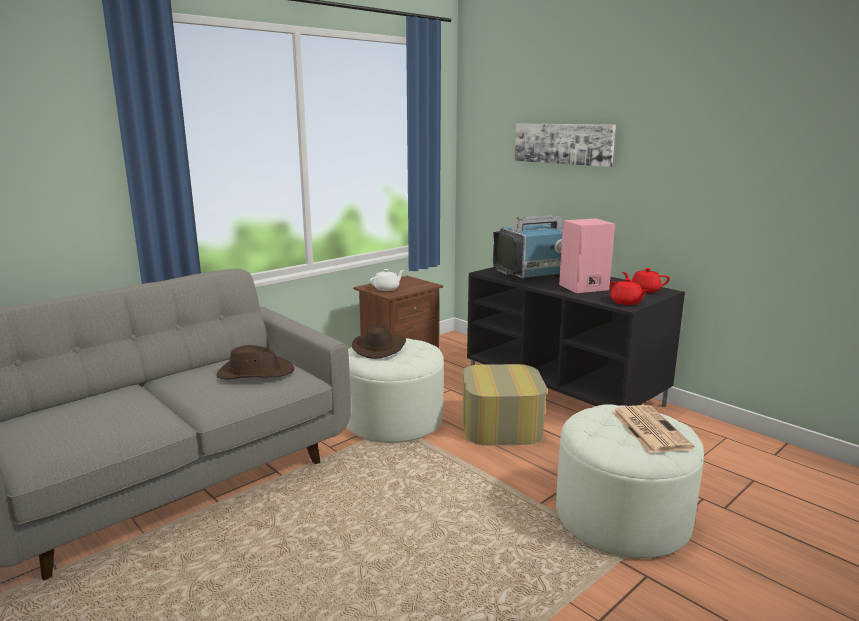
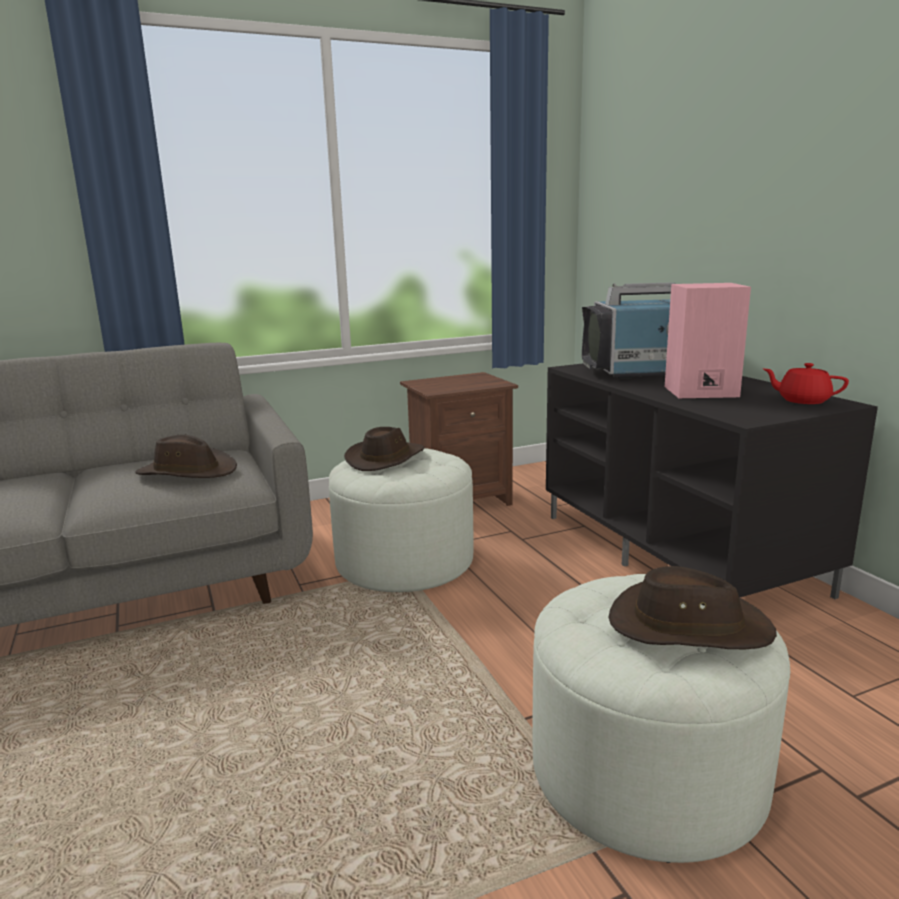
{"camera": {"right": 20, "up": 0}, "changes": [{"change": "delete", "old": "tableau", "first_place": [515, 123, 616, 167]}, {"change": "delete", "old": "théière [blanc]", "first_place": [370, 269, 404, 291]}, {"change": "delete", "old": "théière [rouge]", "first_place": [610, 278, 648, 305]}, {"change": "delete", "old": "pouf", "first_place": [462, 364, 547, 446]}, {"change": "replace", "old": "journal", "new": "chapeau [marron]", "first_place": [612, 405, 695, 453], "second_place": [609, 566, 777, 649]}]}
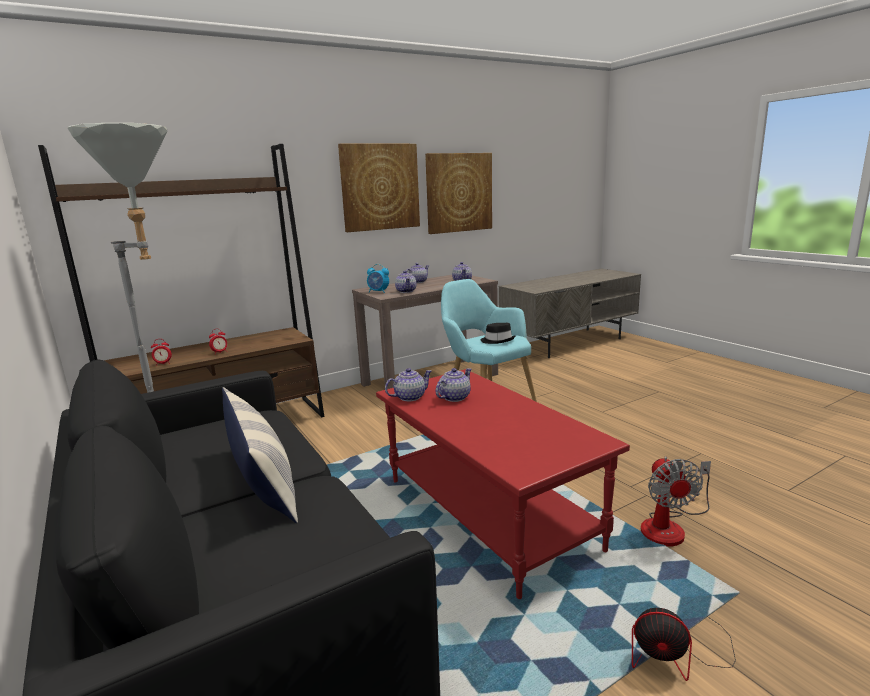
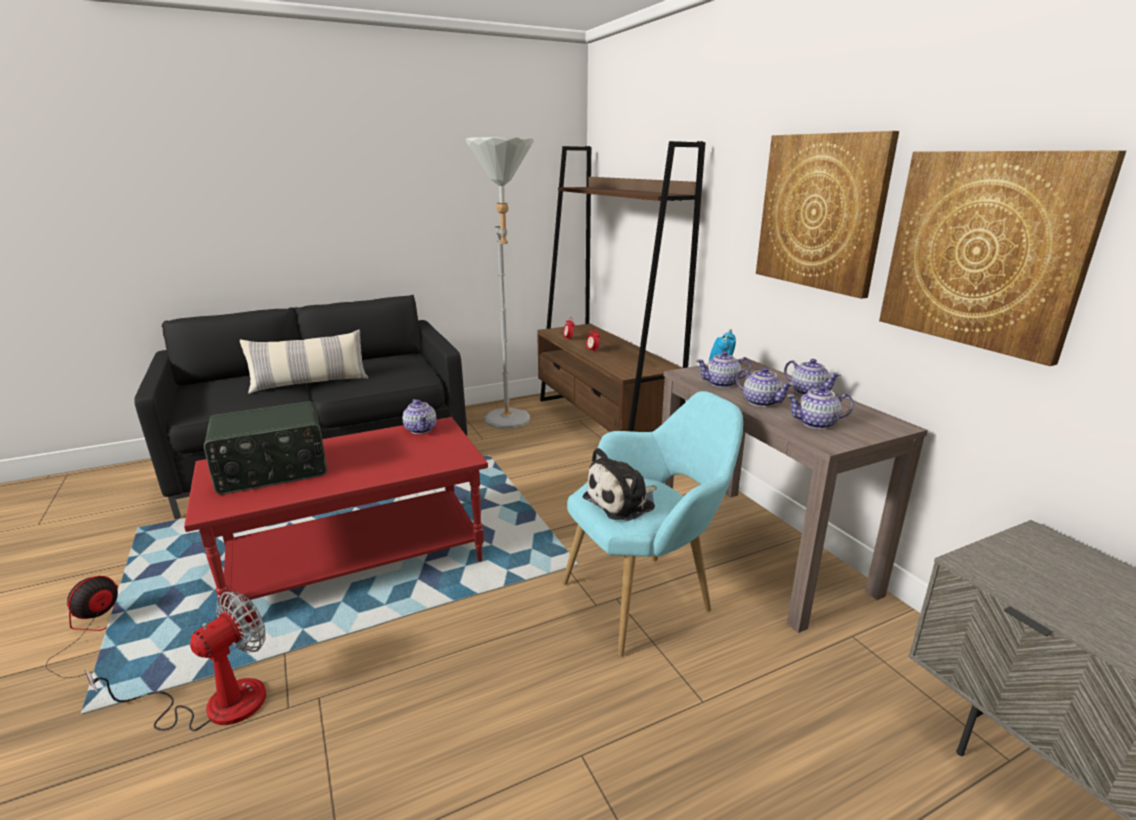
{"camera": {"right": 95, "up": 5}, "changes": [{"change": "replace", "old": "chapeau [noir]", "new": "peluche", "first_place": [481, 323, 515, 344], "second_place": [583, 448, 657, 521]}, {"change": "move", "old": "théière", "first_place": [436, 368, 472, 402], "second_place": [736, 367, 794, 407]}, {"change": "rotate", "old": "ventilateur", "first_place": [641, 456, 711, 547], "second_place": [85, 591, 266, 731], "degrees": 120}, {"change": "insert", "new": "radio", "second_place": [204, 401, 327, 495]}]}
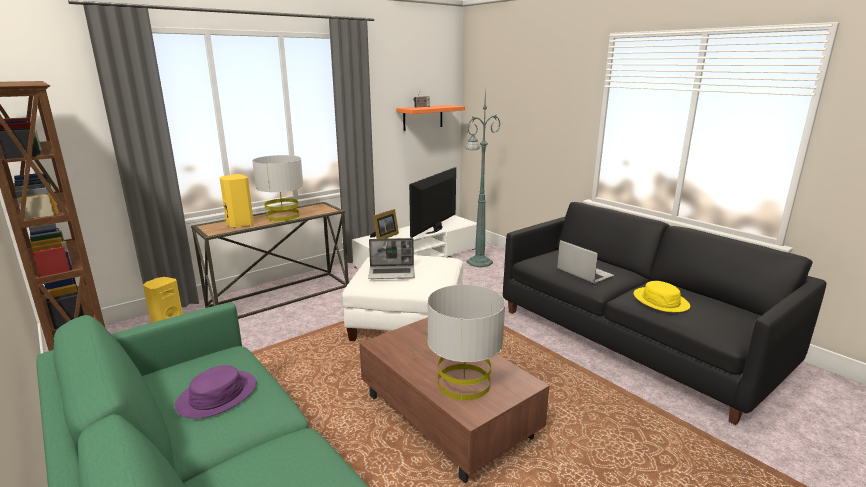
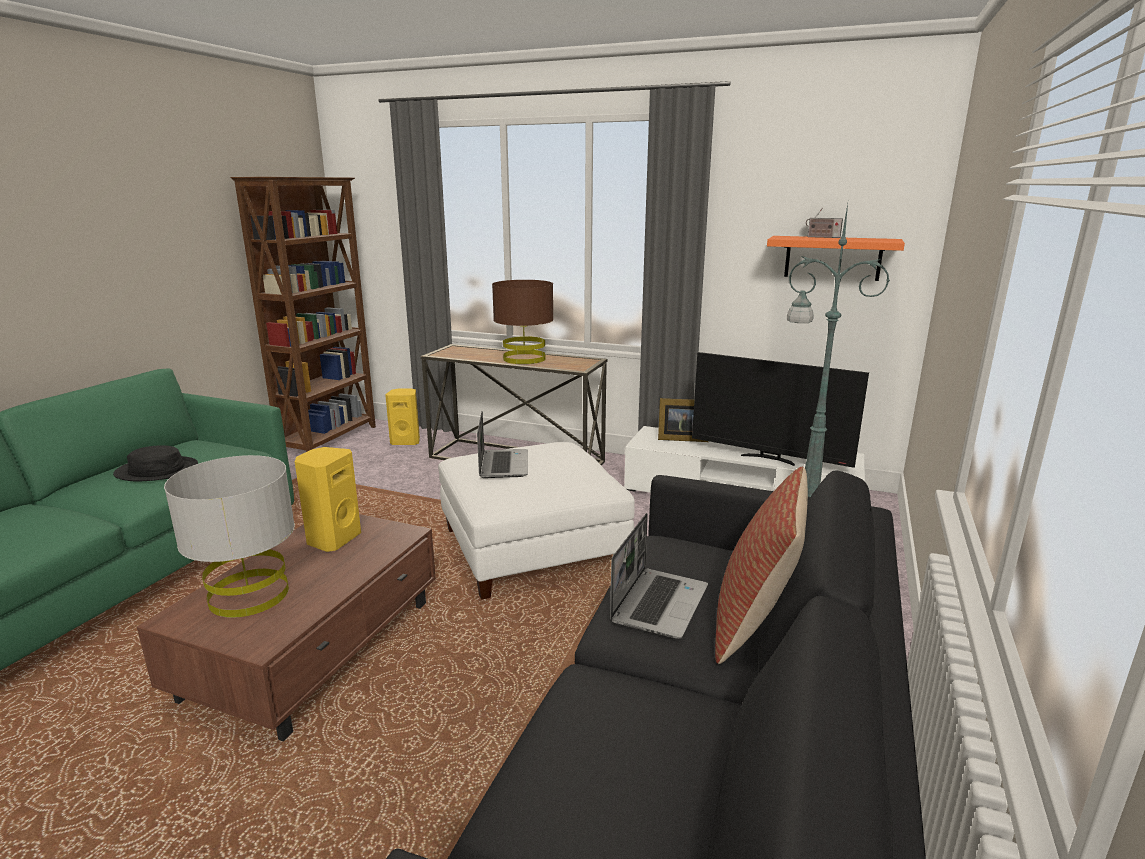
{"camera": {"right": 60, "up": 0}, "changes": [{"change": "recolor", "old": "lampe de table [gris]", "new": "lampe de table [marron]", "first_place": [252, 155, 304, 221], "second_place": [492, 280, 553, 364]}, {"change": "rotate", "old": "téléviseur", "first_place": [409, 167, 456, 238], "second_place": [692, 352, 869, 468], "degrees": -150}, {"change": "move", "old": "enceinte [jaune]", "first_place": [220, 174, 254, 228], "second_place": [295, 447, 361, 552]}, {"change": "rotate", "old": "ordinateur portable", "first_place": [368, 238, 415, 279], "second_place": [477, 411, 528, 478], "degrees": -150}, {"change": "delete", "old": "chapeau [jaune]", "first_place": [634, 281, 690, 312]}, {"change": "recolor", "old": "chapeau [violet]", "new": "chapeau [noir]", "first_place": [175, 365, 256, 419], "second_place": [113, 445, 198, 482]}, {"change": "insert", "new": "coussin", "second_place": [715, 467, 808, 664]}]}
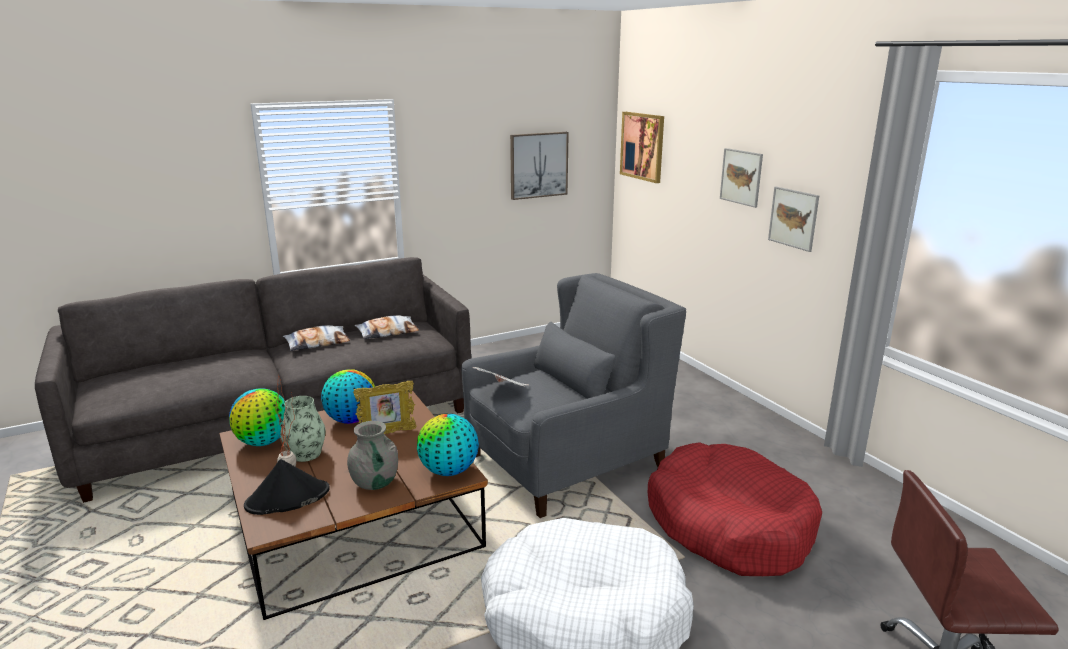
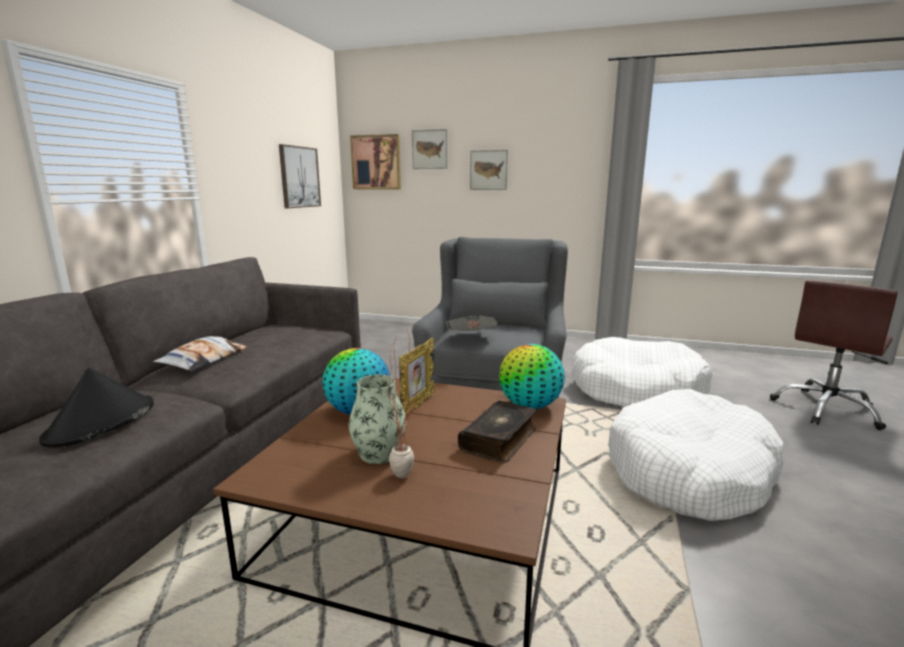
{"camera": {"right": -45, "up": -5}, "changes": [{"change": "move", "old": "tableau", "first_place": [768, 187, 819, 252], "second_place": [412, 129, 448, 169]}, {"change": "delete", "old": "coussin", "first_place": [355, 315, 419, 339]}, {"change": "delete", "old": "globe", "first_place": [229, 388, 286, 446]}, {"change": "replace", "old": "vase [gris]", "new": "livre", "first_place": [347, 421, 398, 490], "second_place": [458, 401, 537, 463]}, {"change": "recolor", "old": "panier pour chien [rouge]", "new": "panier pour chien [blanc]", "first_place": [648, 442, 822, 576], "second_place": [571, 337, 712, 407]}, {"change": "move", "old": "chapeau [noir]", "first_place": [244, 459, 330, 515], "second_place": [39, 368, 154, 448]}]}
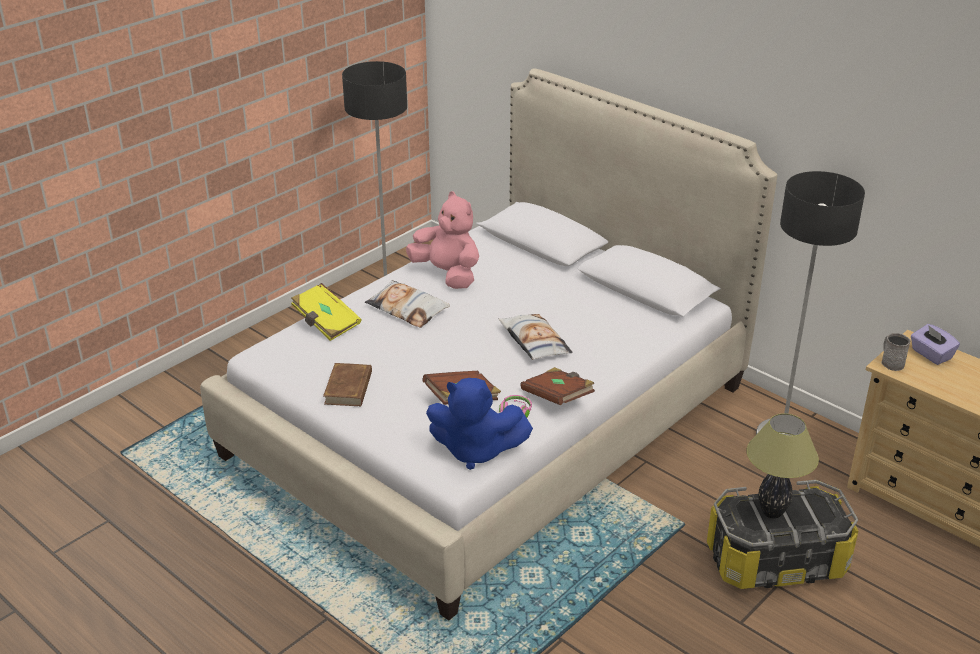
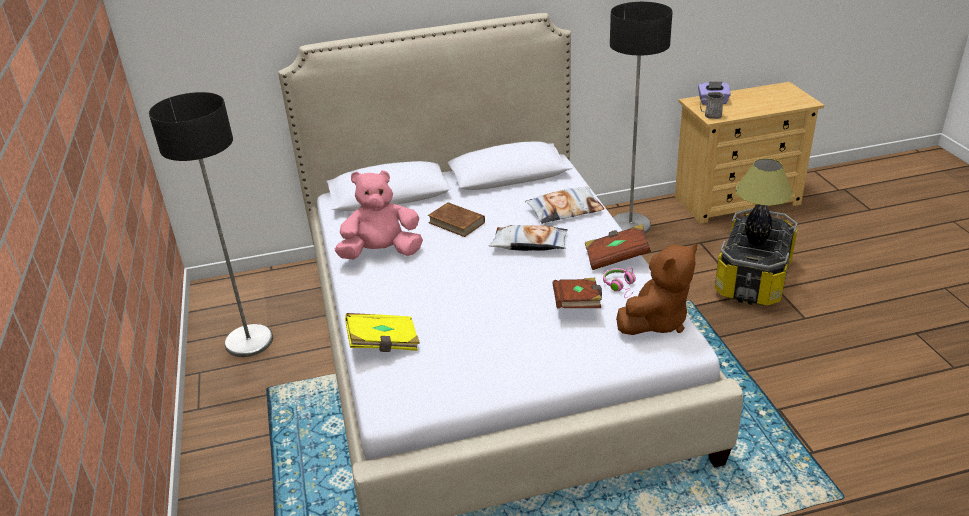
{"camera": {"right": -55, "up": 0}, "changes": [{"change": "move", "old": "coussin", "first_place": [365, 280, 450, 328], "second_place": [525, 187, 605, 224]}, {"change": "move", "old": "livre [marron]", "first_place": [323, 363, 372, 406], "second_place": [428, 202, 485, 237]}, {"change": "recolor", "old": "peluche [bleu]", "new": "peluche [marron]", "first_place": [426, 378, 533, 470], "second_place": [616, 244, 697, 335]}]}
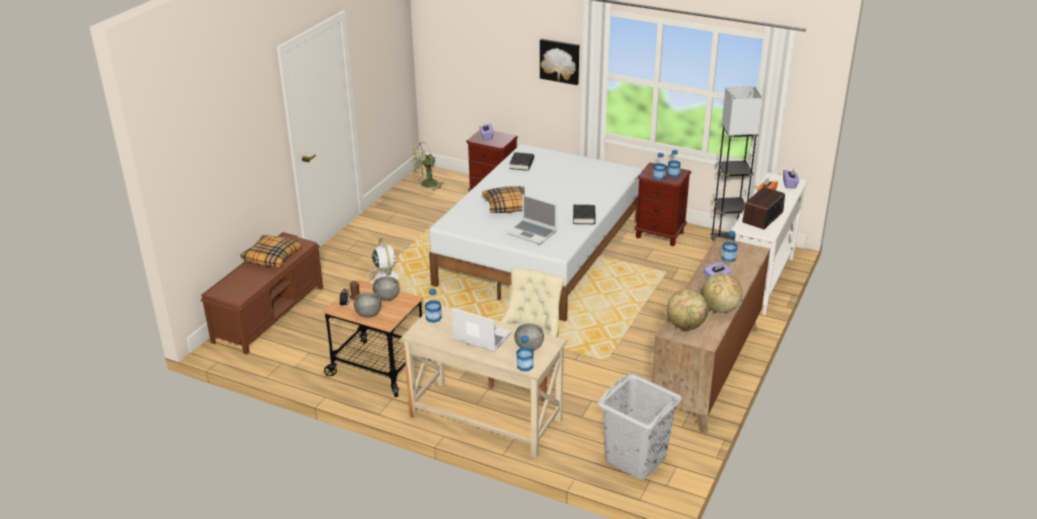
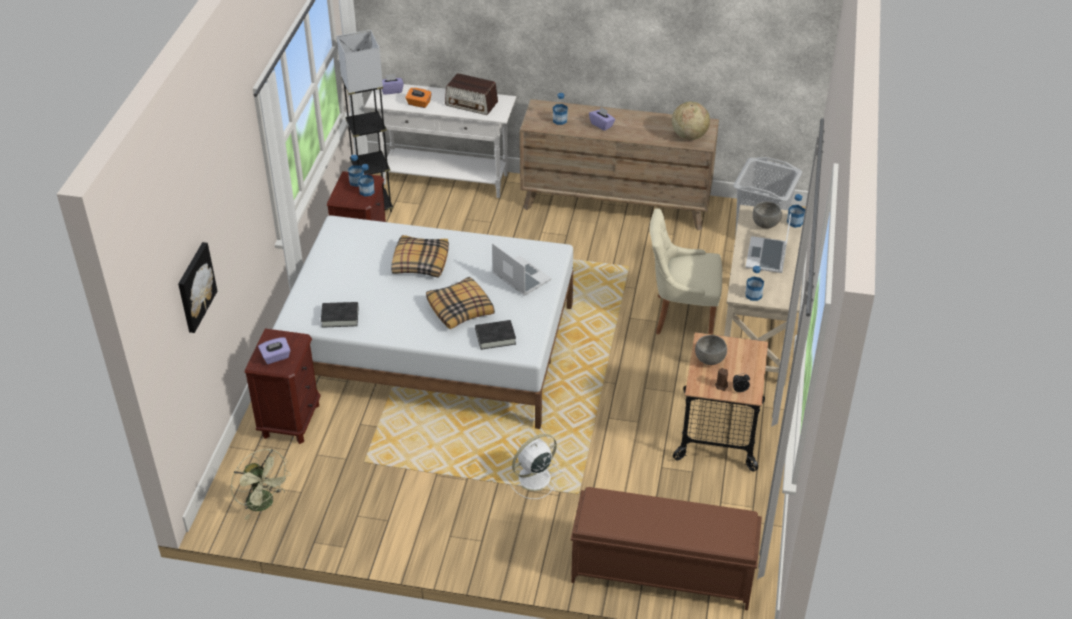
{"camera": {"right": -105, "up": 10}, "changes": [{"change": "move", "old": "tableau", "first_place": [540, 39, 579, 85], "second_place": [178, 242, 217, 333]}, {"change": "rotate", "old": "ordinateur portable", "first_place": [507, 194, 557, 245], "second_place": [492, 243, 552, 296], "degrees": -60}, {"change": "move", "old": "livre [noir]", "first_place": [573, 205, 596, 224], "second_place": [475, 320, 516, 350]}, {"change": "move", "old": "coussin", "first_place": [240, 235, 302, 267], "second_place": [391, 235, 449, 278]}, {"change": "delete", "old": "globe", "first_place": [702, 273, 742, 313]}, {"change": "delete", "old": "bol [gris]", "first_place": [354, 293, 381, 318]}]}
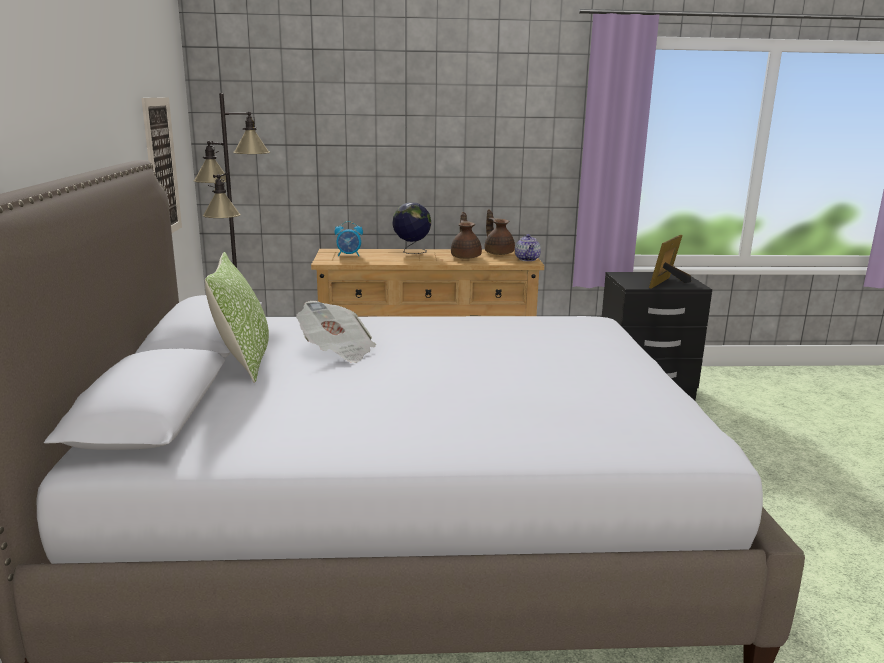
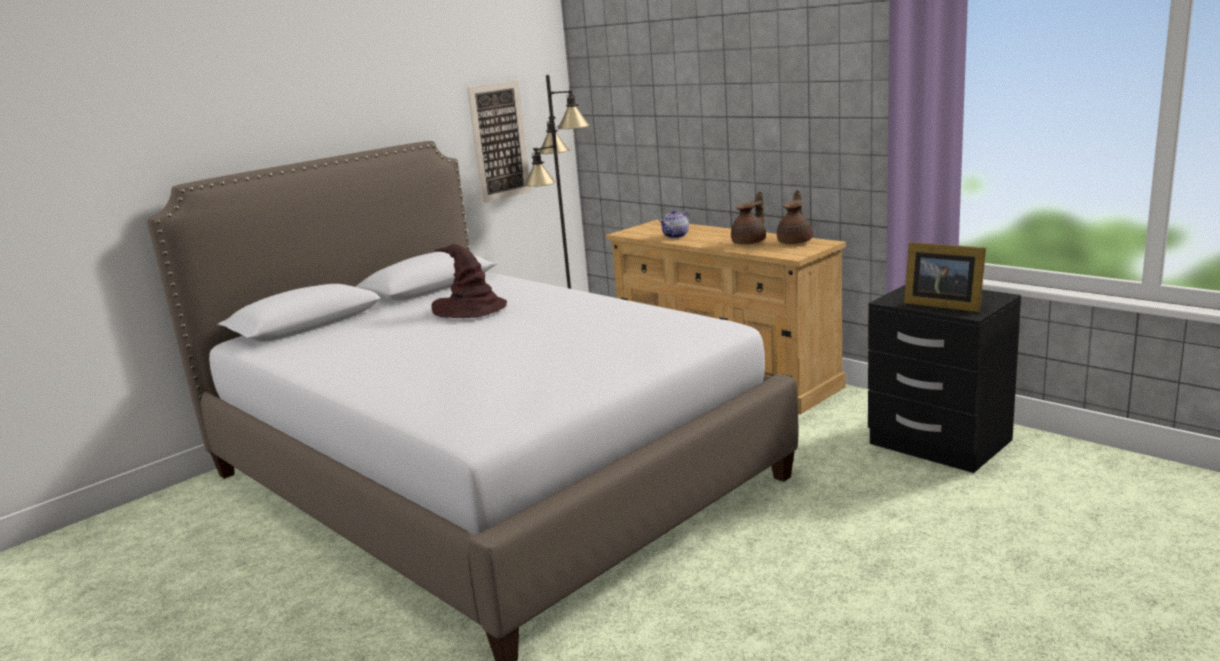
{"camera": {"right": 50, "up": 0}, "changes": [{"change": "delete", "old": "globe", "first_place": [392, 202, 431, 254]}, {"change": "delete", "old": "réveil", "first_place": [334, 221, 363, 257]}, {"change": "move", "old": "théière", "first_place": [515, 234, 541, 261], "second_place": [659, 210, 690, 238]}, {"change": "rotate", "old": "cadre photo", "first_place": [649, 235, 691, 289], "second_place": [904, 242, 986, 312], "degrees": -135}, {"change": "delete", "old": "coussin", "first_place": [205, 252, 269, 383]}, {"change": "replace", "old": "journal", "new": "chapeau [marron]", "first_place": [296, 301, 376, 363], "second_place": [431, 244, 507, 318]}]}
